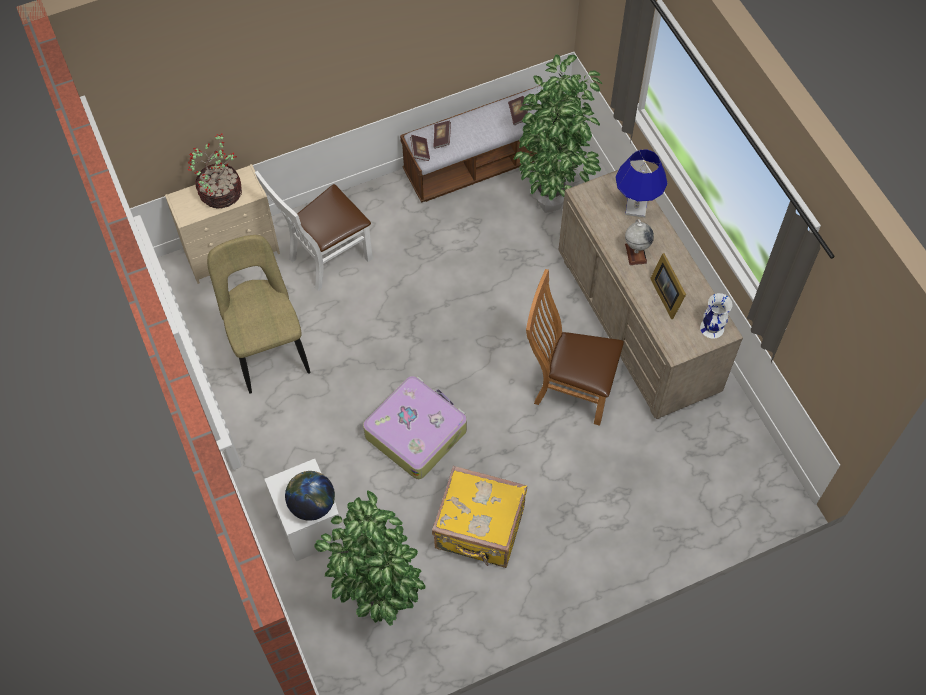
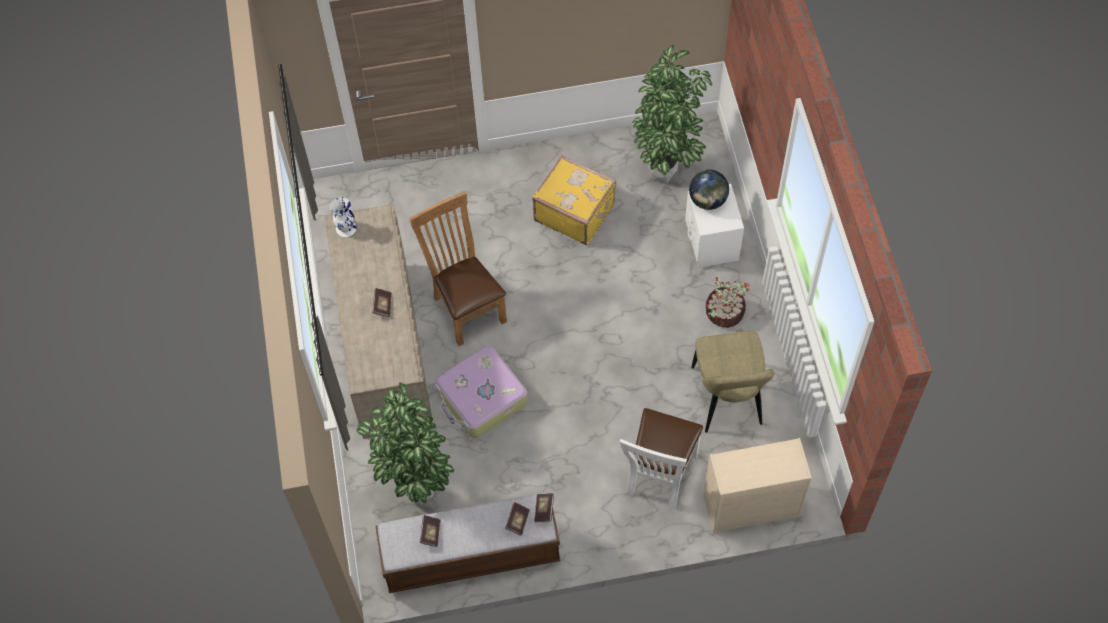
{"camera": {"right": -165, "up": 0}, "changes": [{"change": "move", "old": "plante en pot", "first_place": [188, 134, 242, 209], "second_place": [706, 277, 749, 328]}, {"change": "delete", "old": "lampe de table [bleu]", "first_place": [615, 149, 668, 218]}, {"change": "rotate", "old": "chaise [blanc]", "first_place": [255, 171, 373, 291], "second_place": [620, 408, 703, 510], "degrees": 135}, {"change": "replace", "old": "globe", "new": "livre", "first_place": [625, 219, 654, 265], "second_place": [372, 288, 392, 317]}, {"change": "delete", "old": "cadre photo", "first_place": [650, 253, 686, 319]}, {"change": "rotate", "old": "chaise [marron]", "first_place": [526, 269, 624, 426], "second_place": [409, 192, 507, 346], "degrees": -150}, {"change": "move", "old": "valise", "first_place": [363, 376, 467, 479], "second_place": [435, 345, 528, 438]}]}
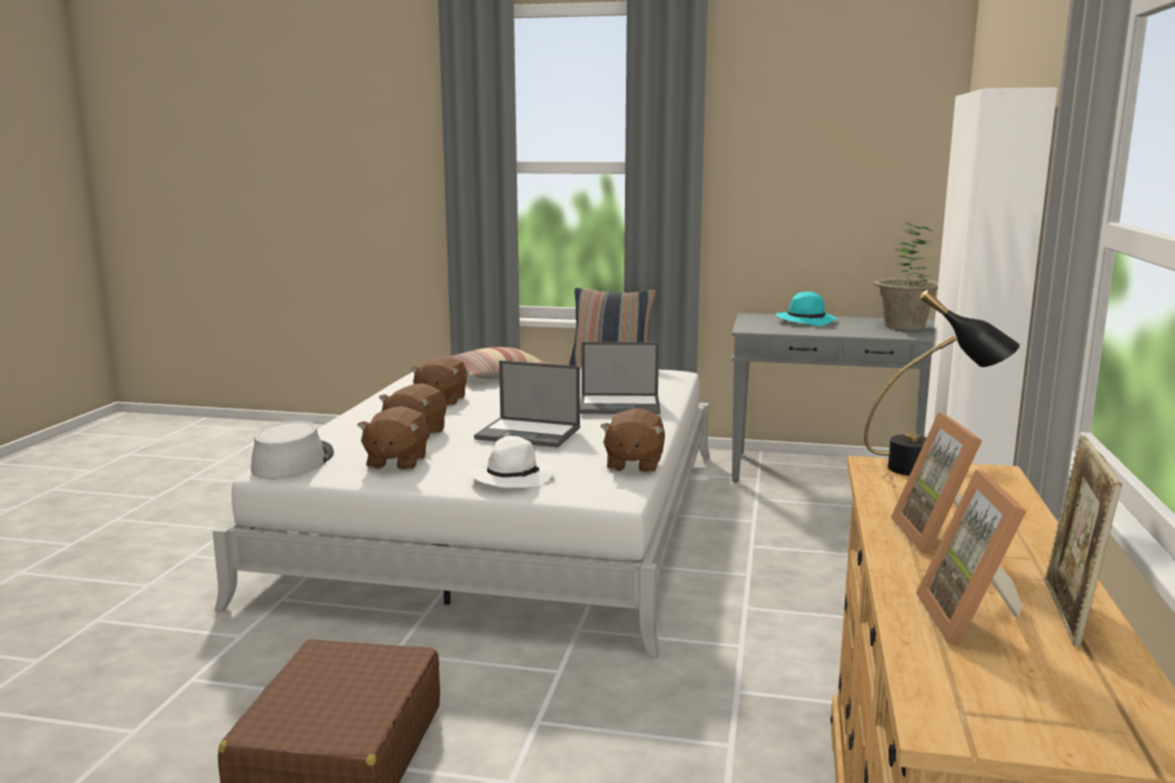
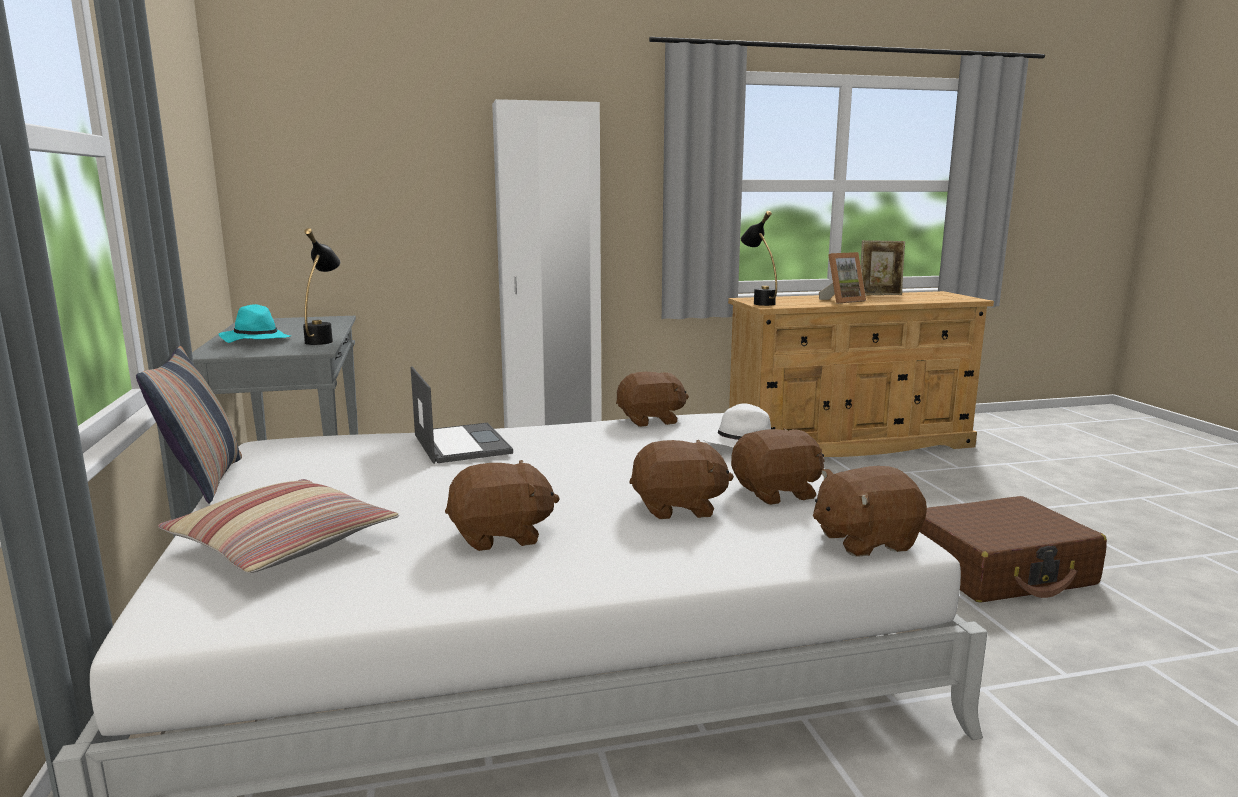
{"camera": {"right": -115, "up": 0}, "changes": [{"change": "delete", "old": "plante en pot", "first_place": [874, 222, 938, 330]}, {"change": "delete", "old": "ordinateur portable", "first_place": [474, 360, 580, 448]}, {"change": "replace", "old": "chapeau [gris]", "new": "peluche [marron]", "first_place": [251, 421, 334, 479], "second_place": [813, 466, 927, 557]}, {"change": "delete", "old": "cadre photo", "first_place": [916, 470, 1027, 647]}, {"change": "insert", "new": "lampe de table [noir]", "second_place": [303, 228, 340, 345]}]}
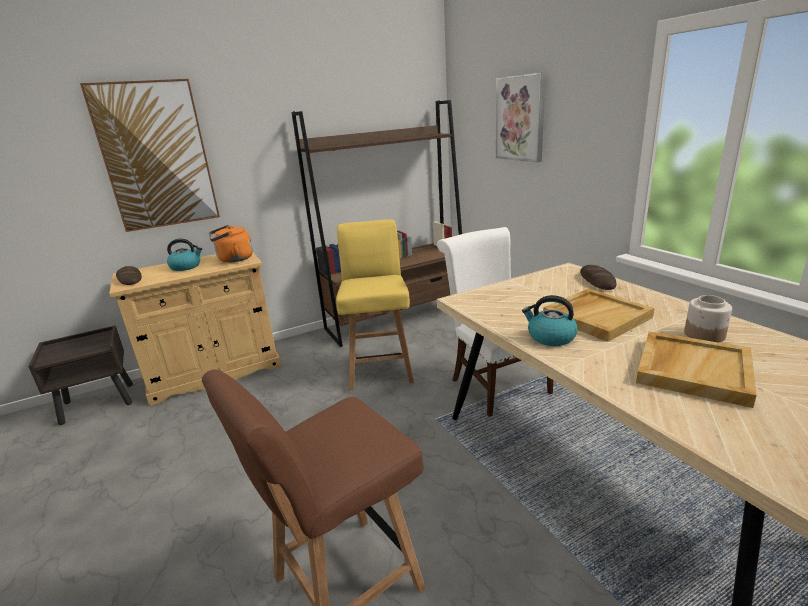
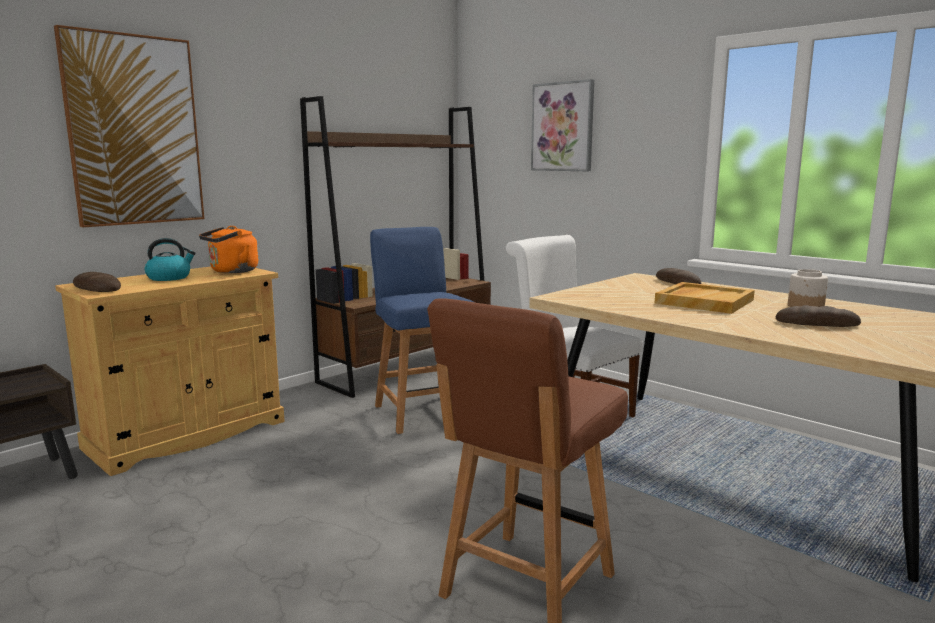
{"camera": {"right": -20, "up": -10}, "changes": [{"change": "recolor", "old": "chaise [jaune]", "new": "chaise [bleu]", "first_place": [336, 219, 414, 390], "second_place": [370, 227, 474, 434]}, {"change": "delete", "old": "bouilloire", "first_place": [522, 295, 578, 346]}, {"change": "replace", "old": "plateau [beige]", "new": "pain", "first_place": [636, 331, 757, 408], "second_place": [775, 305, 861, 327]}]}
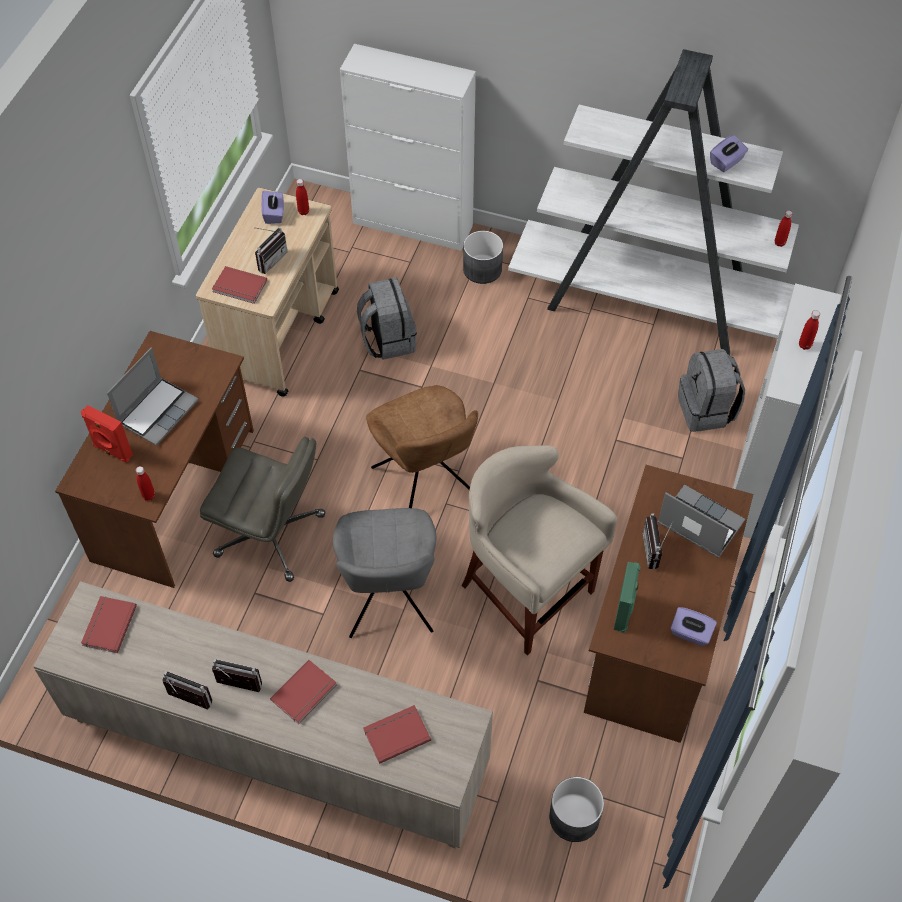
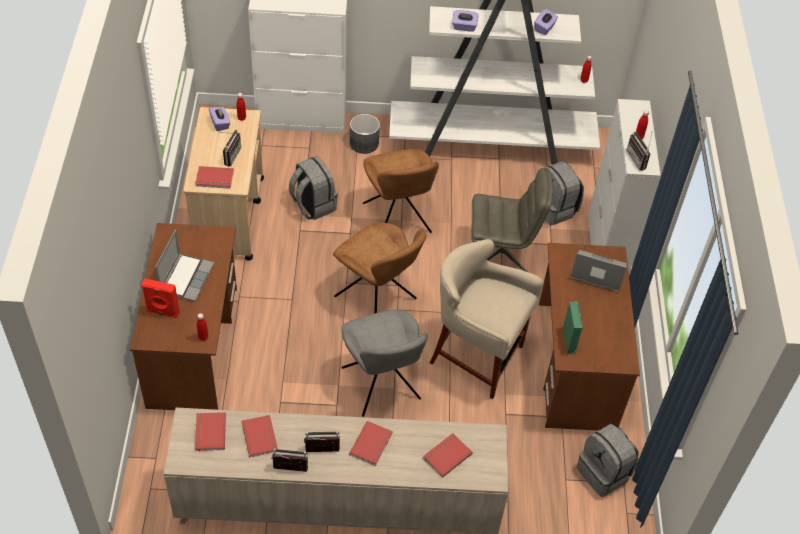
{"camera": {"right": -20, "up": -5}, "changes": [{"change": "move", "old": "chaise de bureau [gris]", "first_place": [200, 437, 326, 582], "second_place": [471, 168, 553, 272]}, {"change": "move", "old": "radio", "first_place": [642, 514, 674, 570], "second_place": [626, 130, 653, 171]}, {"change": "move", "old": "boîte à mouchoirs [violet]", "first_place": [670, 607, 717, 646], "second_place": [452, 10, 479, 32]}, {"change": "delete", "old": "cache-pot [gris]", "first_place": [549, 777, 604, 842]}, {"change": "insert", "new": "chaise [marron]", "second_place": [363, 149, 439, 233]}, {"change": "insert", "new": "livre [rouge]", "second_place": [242, 415, 278, 457]}, {"change": "insert", "new": "sac à dos [gris]", "second_place": [577, 424, 639, 497]}]}
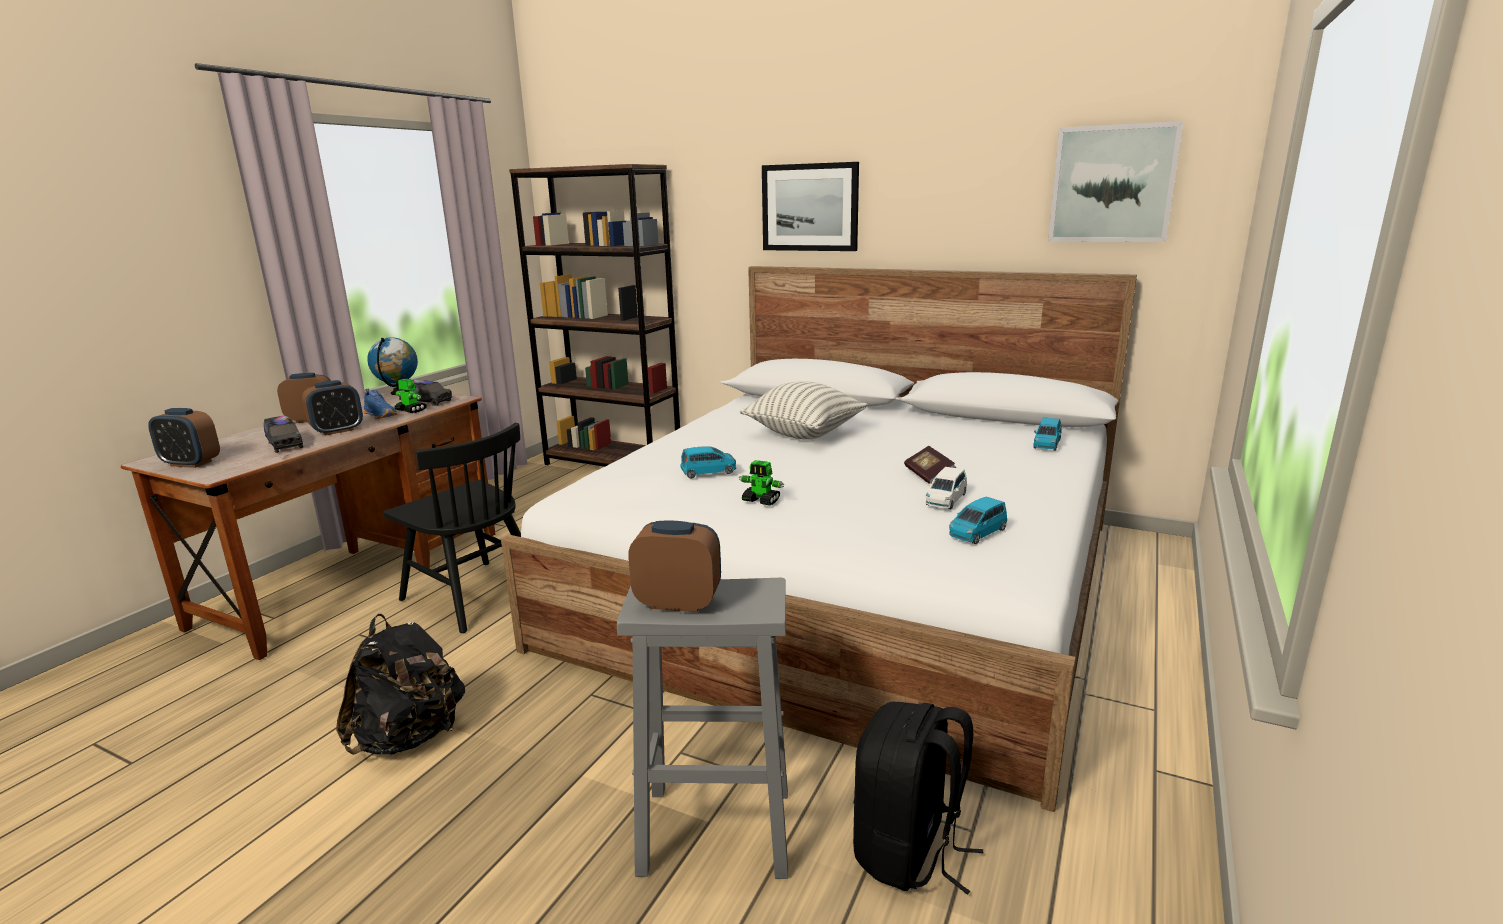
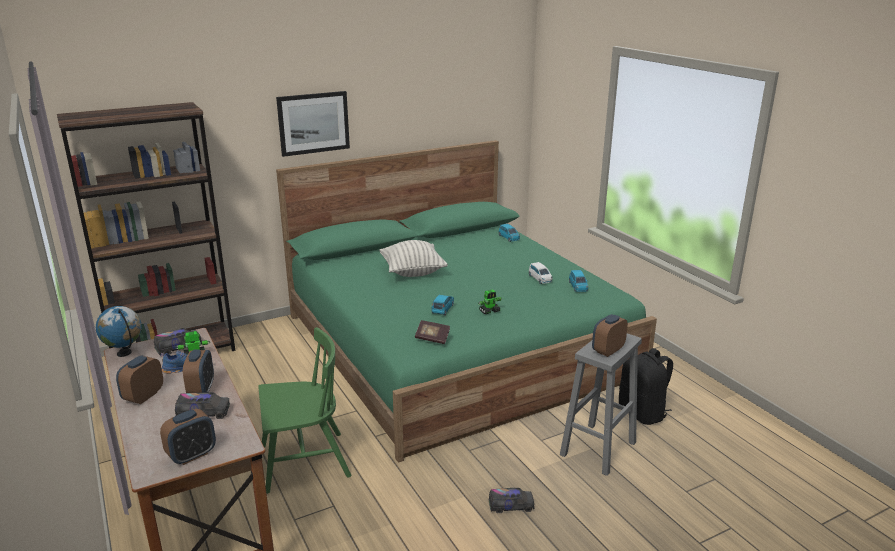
{"camera": {"right": -55, "up": 5}, "changes": [{"change": "delete", "old": "tableau", "first_place": [1048, 121, 1183, 242]}, {"change": "recolor", "old": "lit [blanc]", "new": "lit [vert]", "first_place": [501, 266, 1137, 812], "second_place": [276, 140, 657, 463]}, {"change": "recolor", "old": "chaise [noir]", "new": "chaise [vert]", "first_place": [383, 423, 521, 633], "second_place": [258, 327, 351, 494]}, {"change": "move", "old": "livre", "first_place": [904, 446, 956, 484], "second_place": [415, 320, 450, 344]}, {"change": "delete", "old": "sac à dos [noir]", "first_place": [336, 614, 465, 755]}, {"change": "insert", "new": "camion jouet", "second_place": [488, 488, 535, 513]}]}
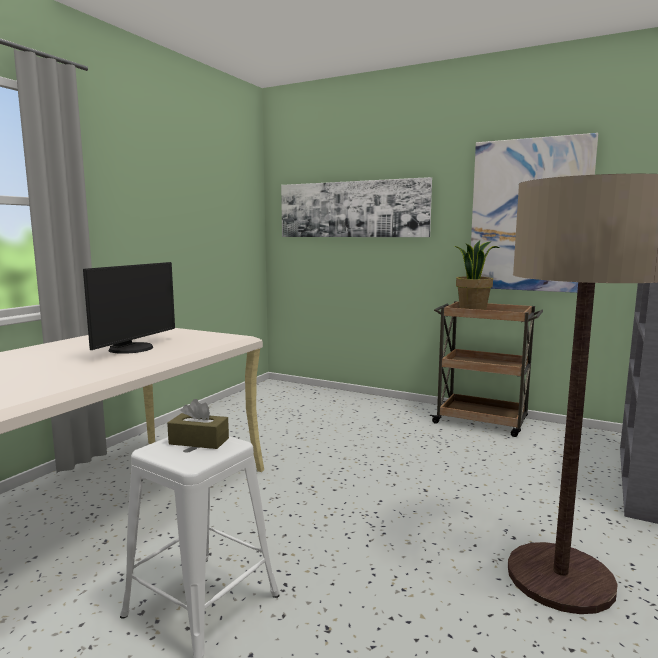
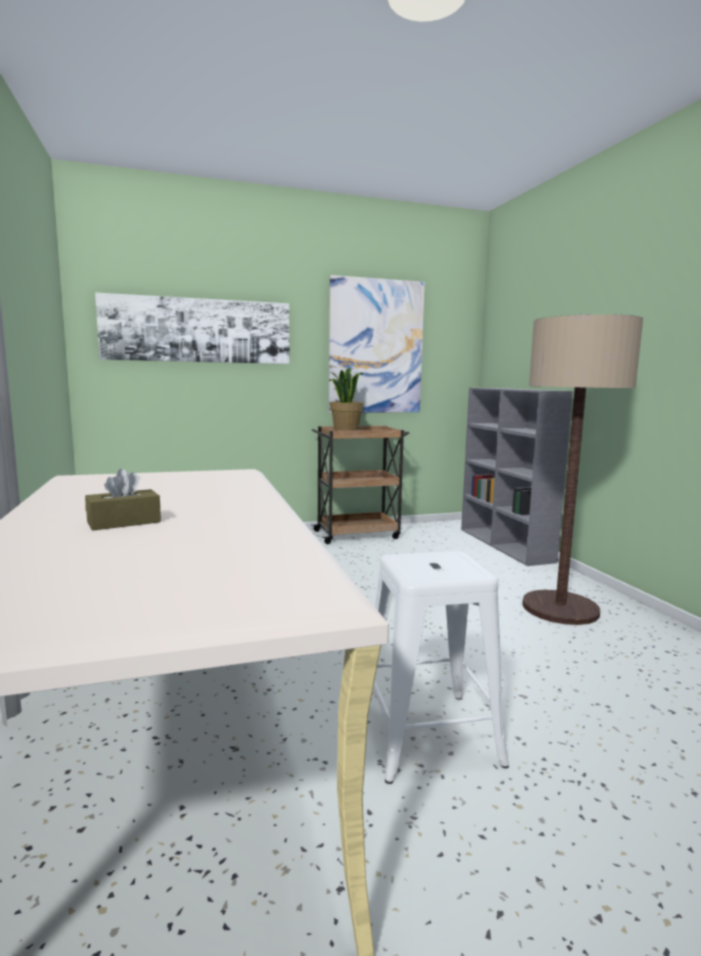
{"camera": {"right": -45, "up": 0}, "changes": [{"change": "delete", "old": "écran d'ordinateur", "first_place": [83, 262, 175, 354]}, {"change": "move", "old": "boîte à mouchoirs [marron]", "first_place": [167, 399, 229, 449], "second_place": [85, 469, 161, 531]}]}
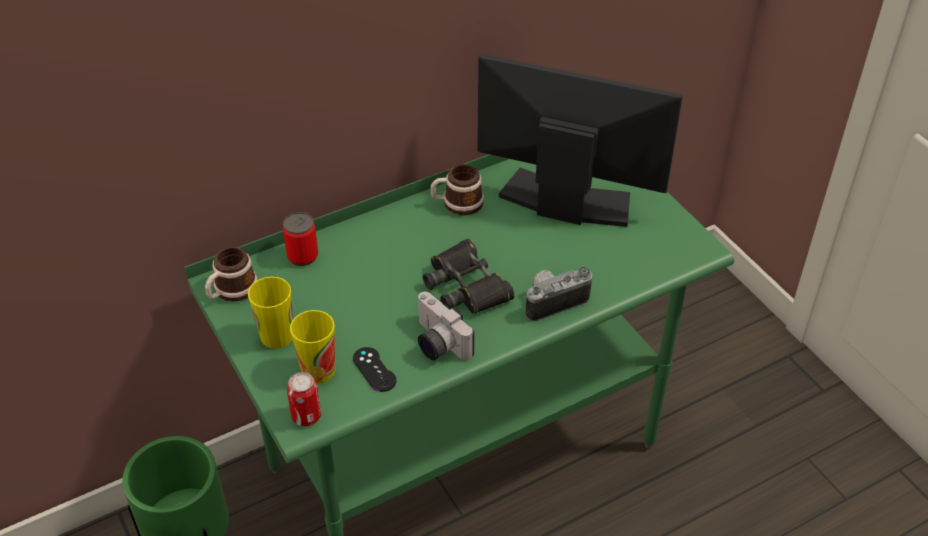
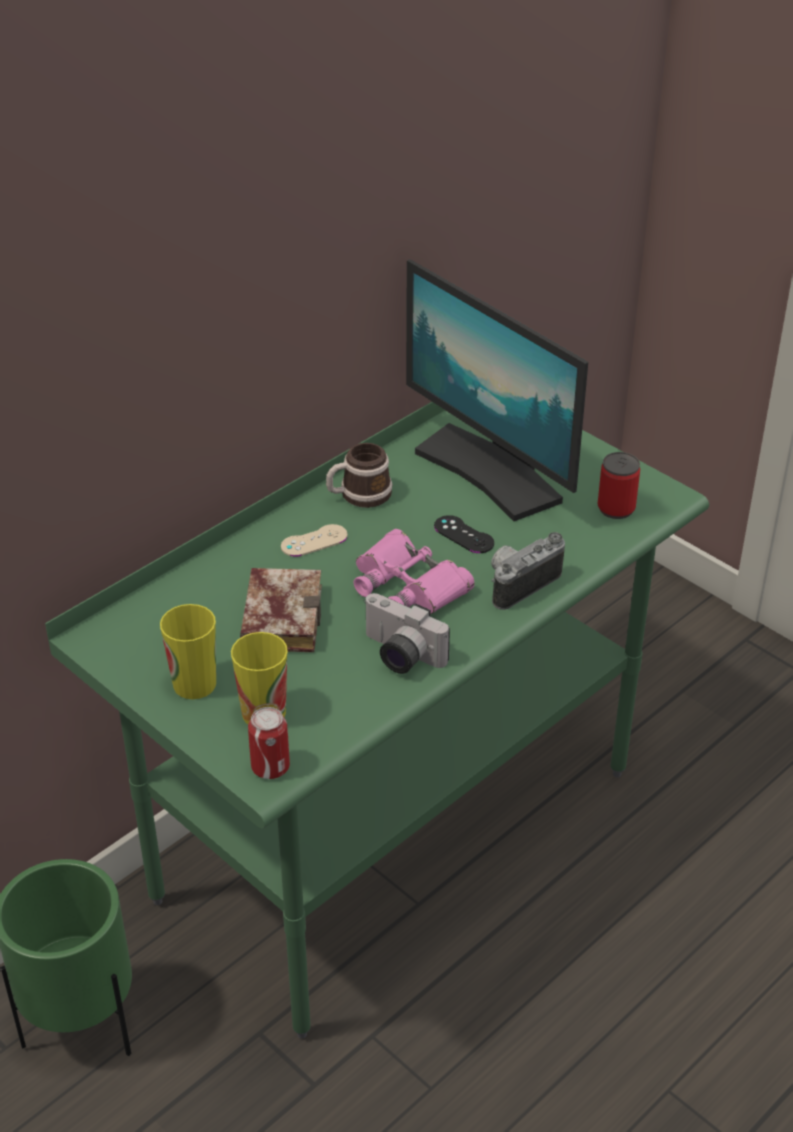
{"camera": {"right": -15, "up": -5}, "changes": [{"change": "rotate", "old": "écran d'ordinateur", "first_place": [477, 53, 683, 227], "second_place": [406, 259, 588, 521], "degrees": -135}, {"change": "move", "old": "boîte métallique", "first_place": [283, 212, 318, 266], "second_place": [598, 452, 640, 519]}, {"change": "recolor", "old": "jumelles [noir]", "new": "jumelles [rose]", "first_place": [423, 239, 515, 314], "second_place": [354, 529, 475, 614]}, {"change": "delete", "old": "mug", "first_place": [205, 247, 257, 302]}, {"change": "move", "old": "manette [noir]", "first_place": [353, 347, 396, 392], "second_place": [434, 515, 494, 553]}, {"change": "insert", "new": "manette [beige]", "second_place": [281, 524, 348, 557]}, {"change": "insert", "new": "livre", "second_place": [240, 568, 322, 652]}]}
